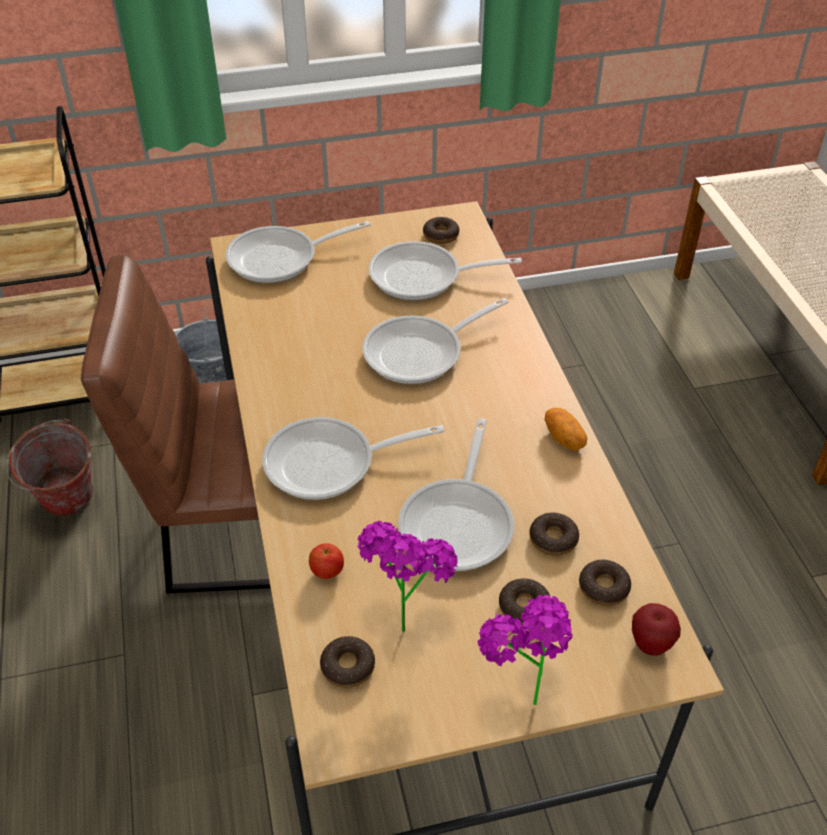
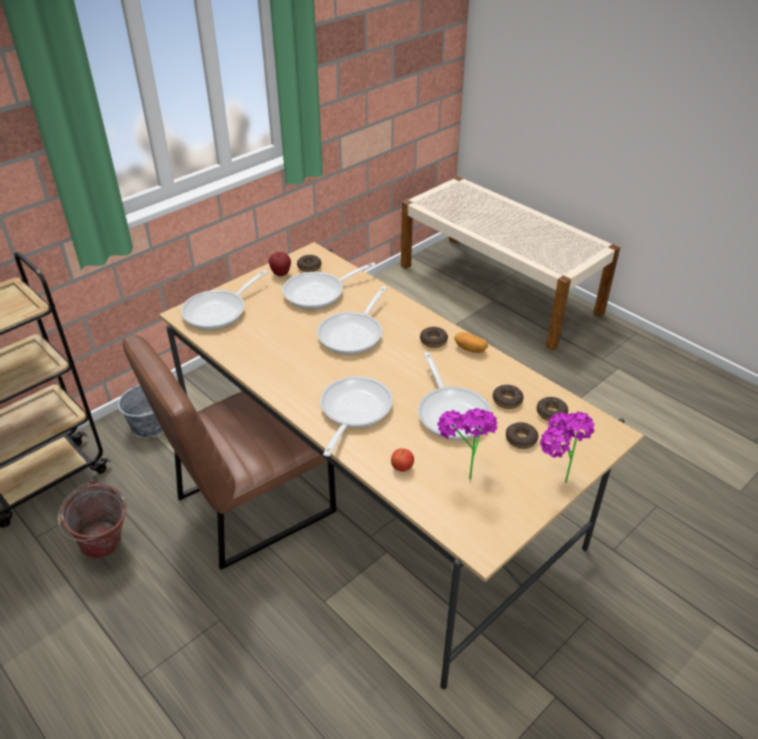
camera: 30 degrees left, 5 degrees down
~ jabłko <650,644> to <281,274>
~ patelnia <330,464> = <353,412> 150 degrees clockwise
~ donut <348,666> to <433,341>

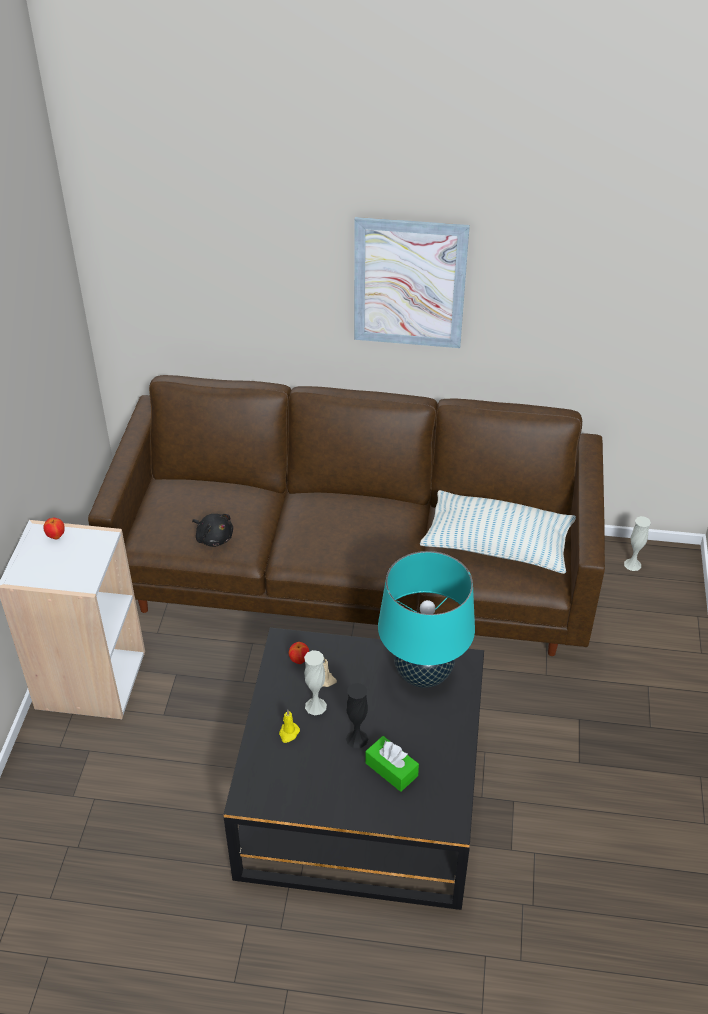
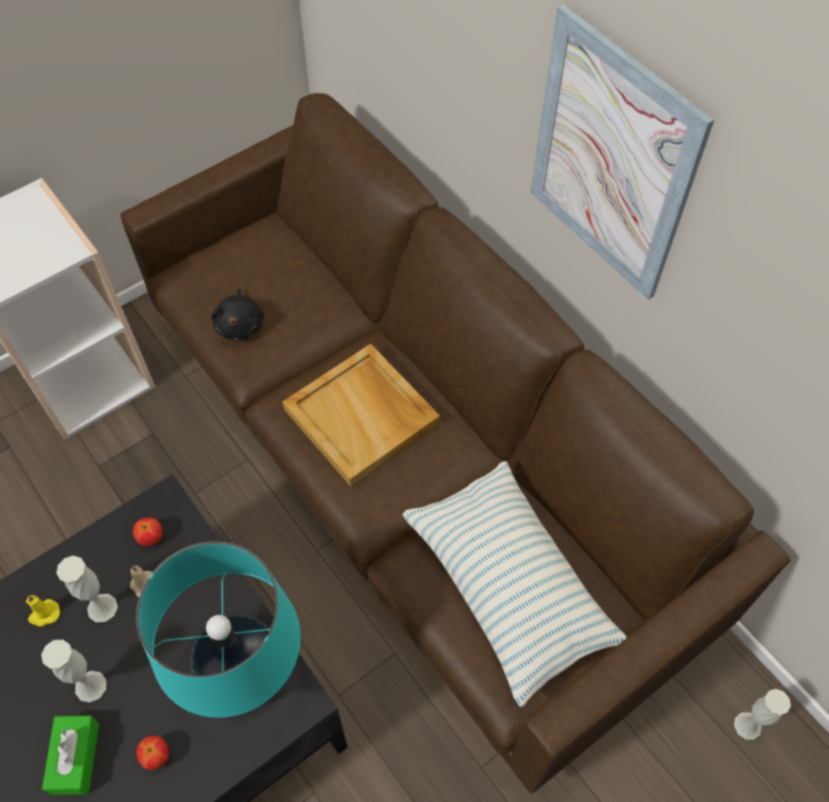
camera: 45 degrees right, 15 degrees up
~ wazon (czarny) <357,739> to wazon (biały) <90,686>
~ jabłko <56,536> to <157,756>
+ taca (beżowy) <363,416>

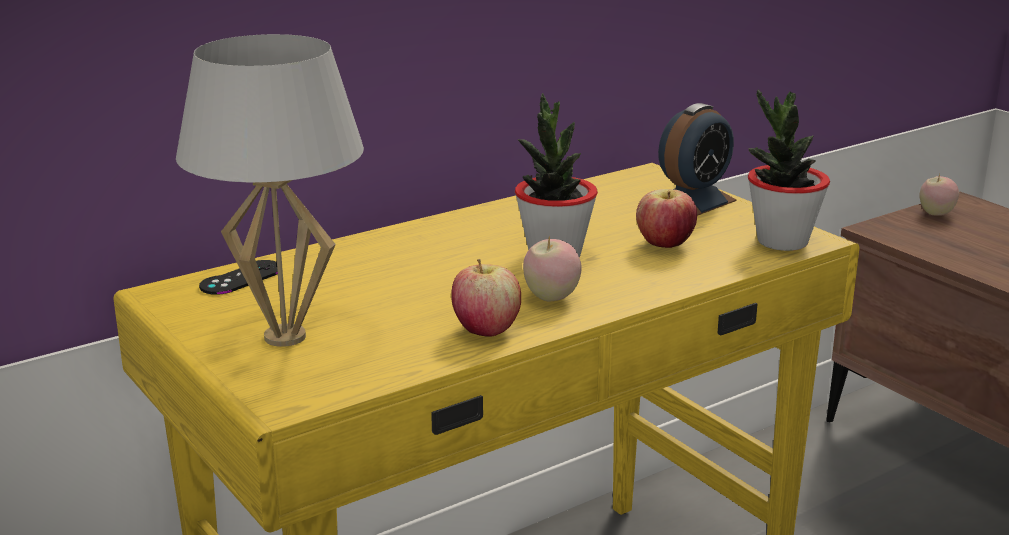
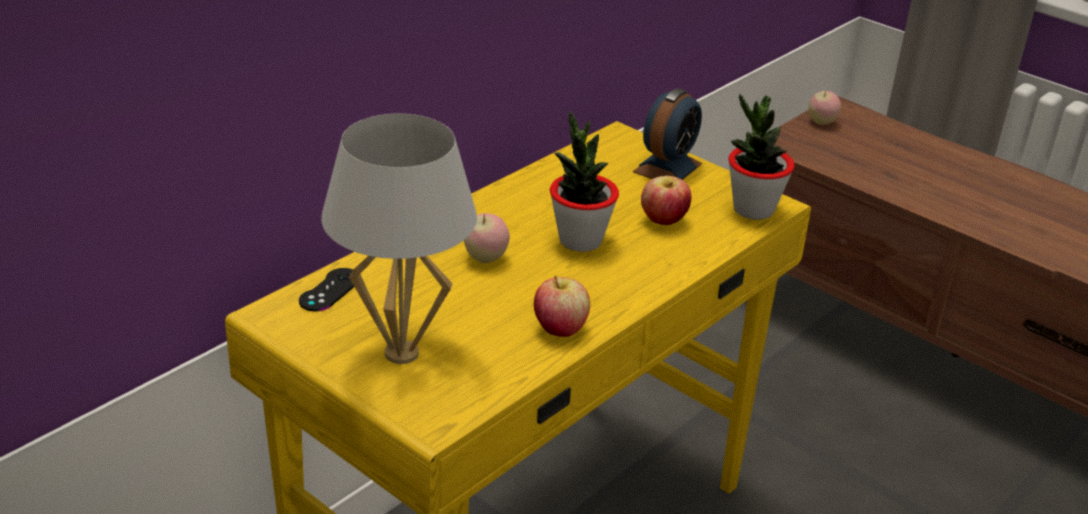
camera: 15 degrees left, 10 degrees up
~ jabłko <551,297> to <485,258>

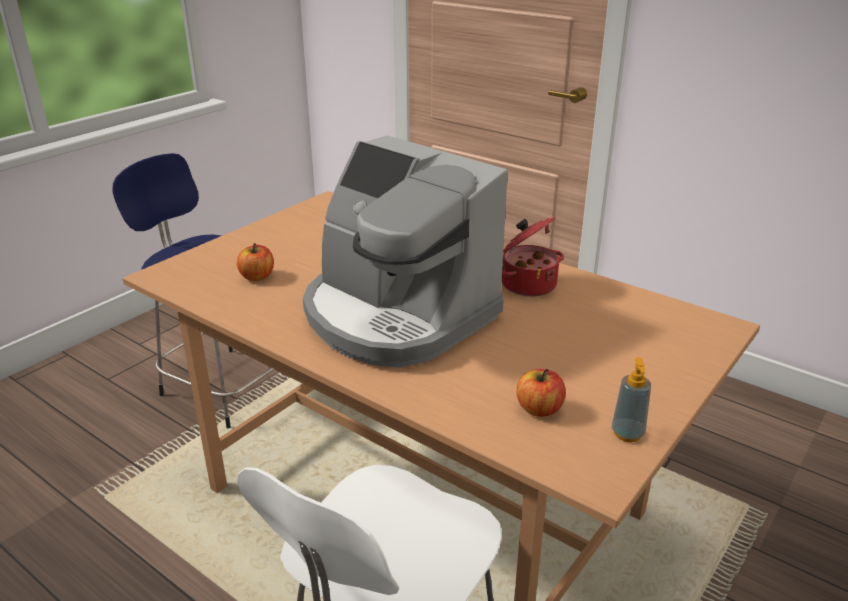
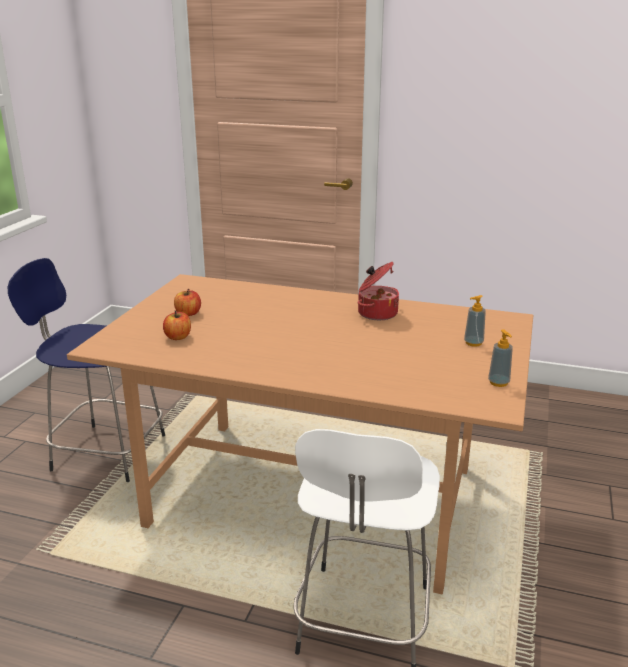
camera: 20 degrees left, 5 degrees down
~ jabłko <539,409> to <188,313>
+ dozownik mydła <473,343>
- ekspres do kawy <396,316>

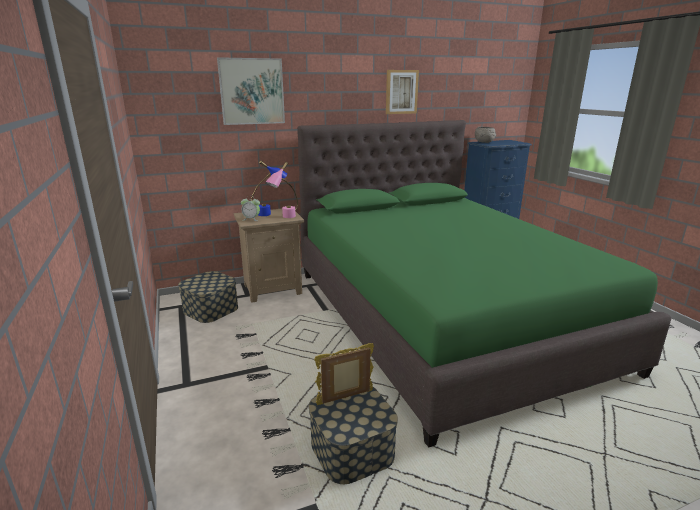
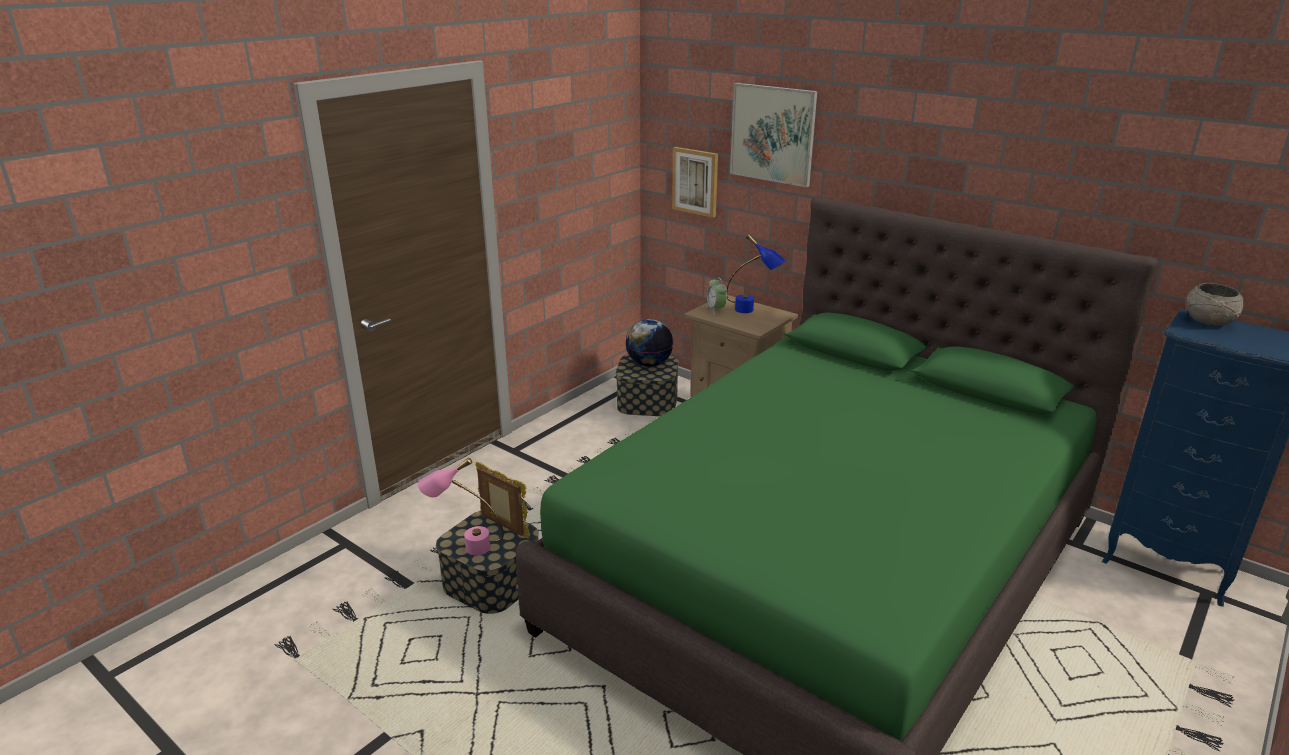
camera: 60 degrees right, 5 degrees up
~ lampa stołowa (różowy) <284,217> to <465,547>
+ globus <649,364>
~ obraz <401,92> to <695,181>

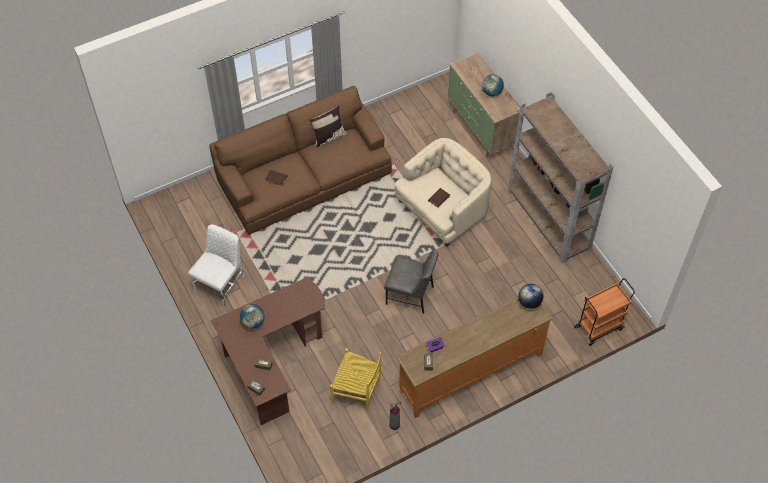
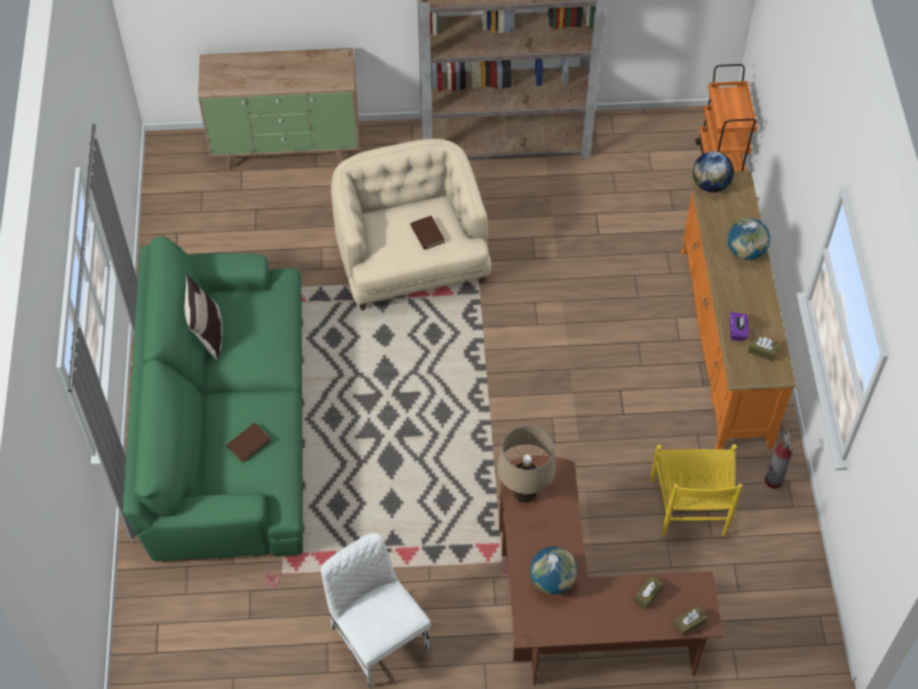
camera: 65 degrees left, 0 degrees up
~ kanapa (brązowy) <303,176> to kanapa (zielony) <226,425>
+ lampa stołowa (beżowy) <524,493>
~ krzesło (żółty) <357,391> = <690,508> 135 degrees clockwise
~ globus <491,92> to <745,251>
- krzesło (szary) <410,295>

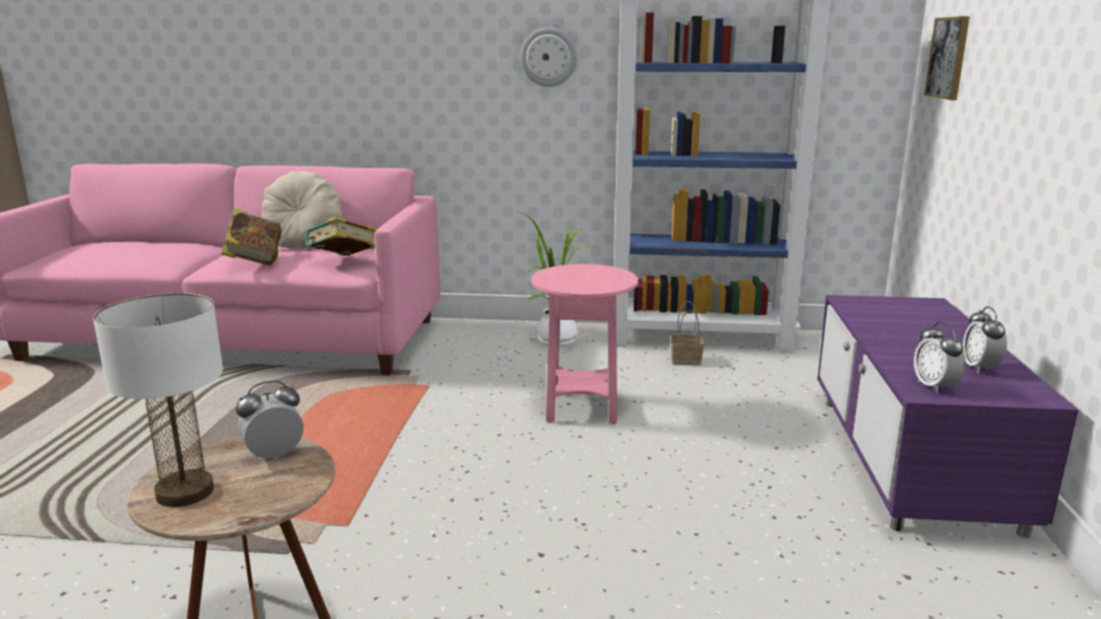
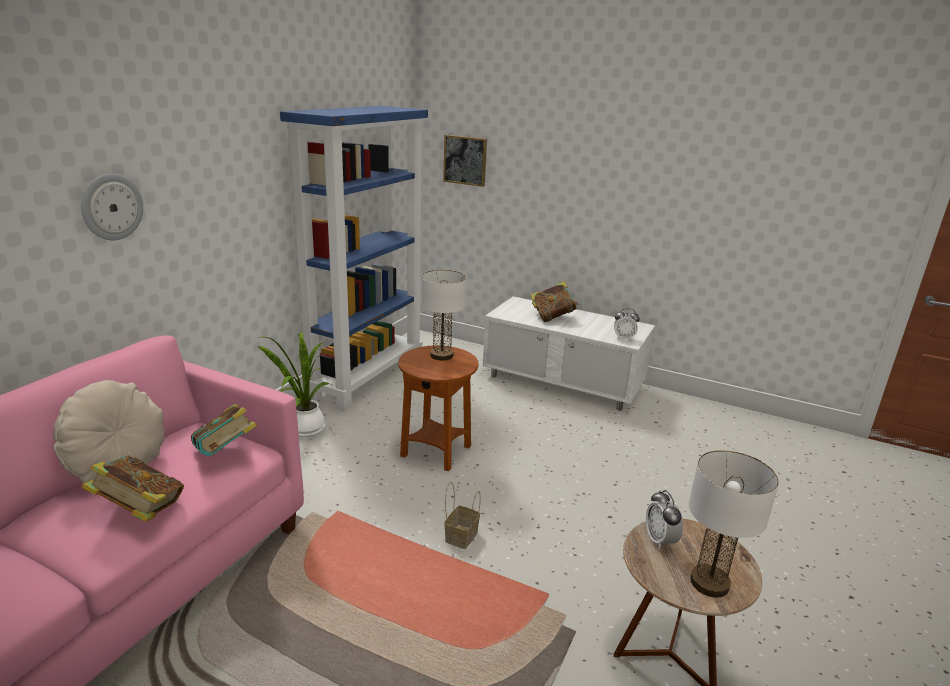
camera: 70 degrees left, 5 degrees up
~ zegar ścienny <548,57> to <111,207>
~ stolik (różowy) <582,407> to stolik (brązowy) <436,452>
+ lampa stołowa <441,355>
~ koszyk <687,360> to <461,535>
~ szafka pod telewizor (fioletowy) <909,461> to szafka pod telewizor (biały) <563,382>
+ książka <552,317>
- budzik <979,368>

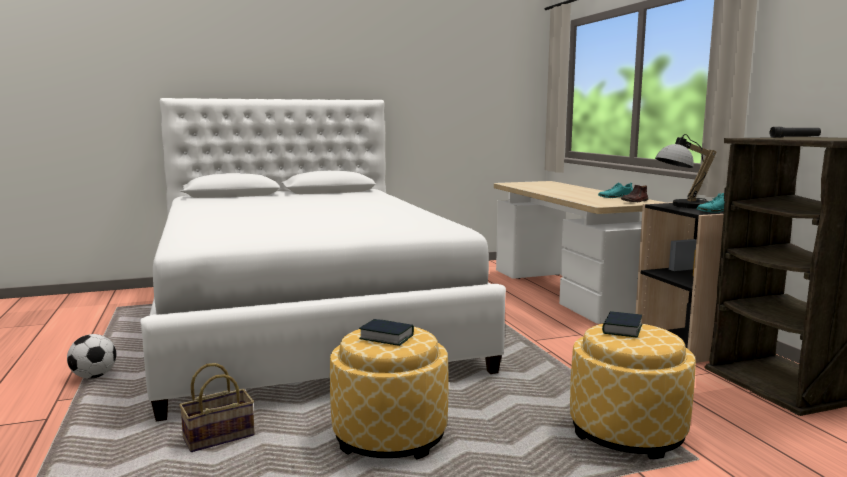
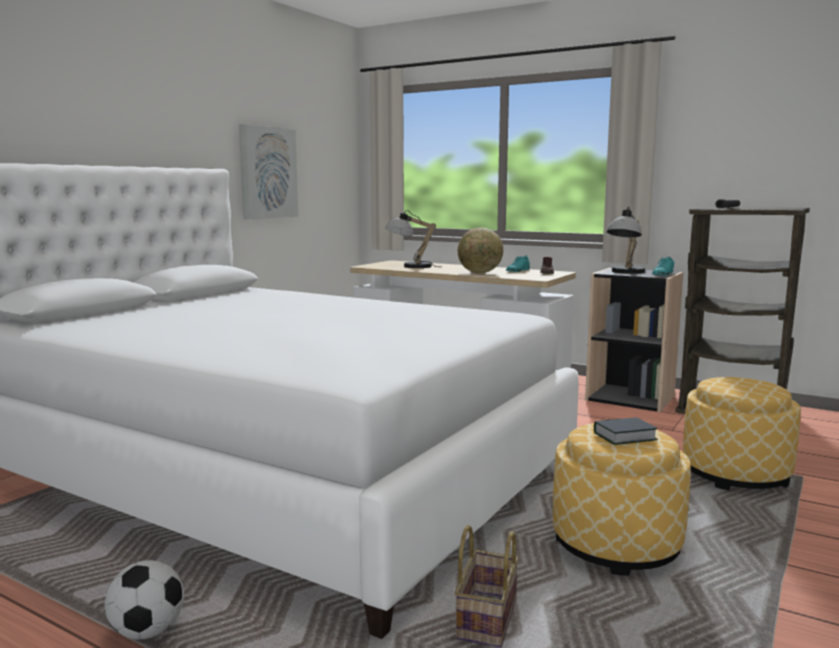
camera: 40 degrees left, 0 degrees up
+ obraz <268,172>
+ lampa stołowa <410,266>
+ globus <480,273>
- książka <622,329>

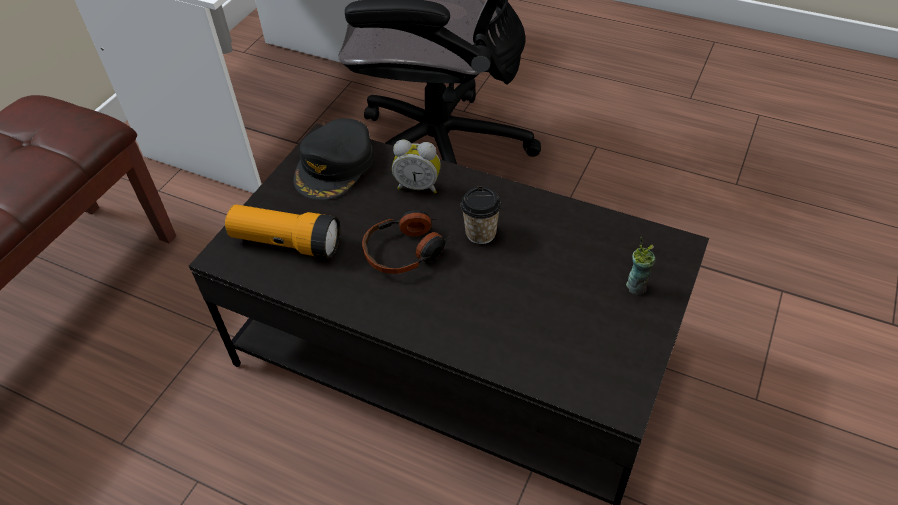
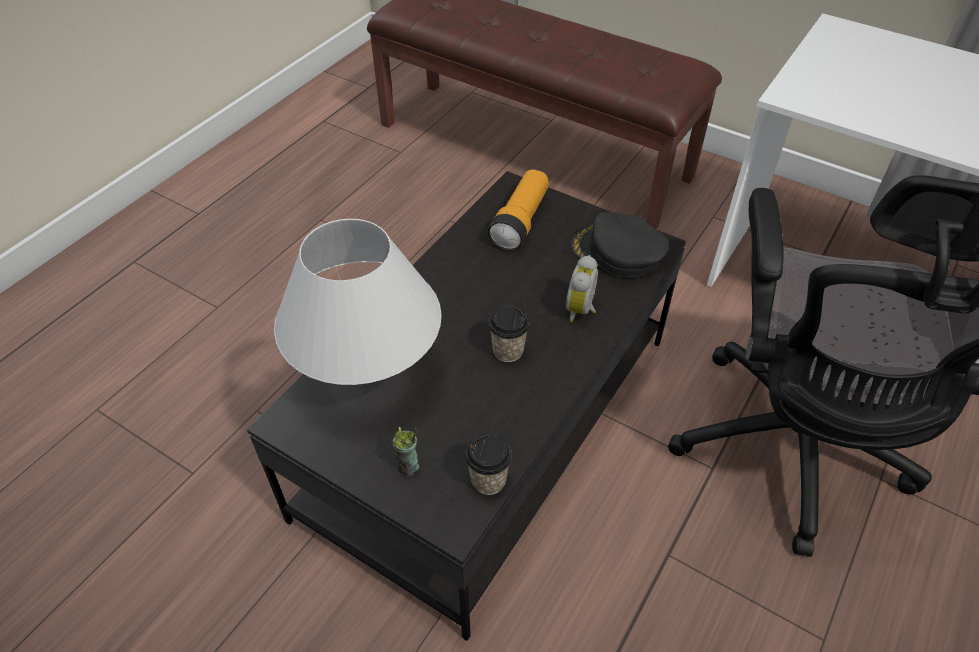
camera: 95 degrees right, 0 degrees up
+ lampa stołowa (biały) <368,374>
+ filiżanka <488,480>
- słuchawki <406,251>

